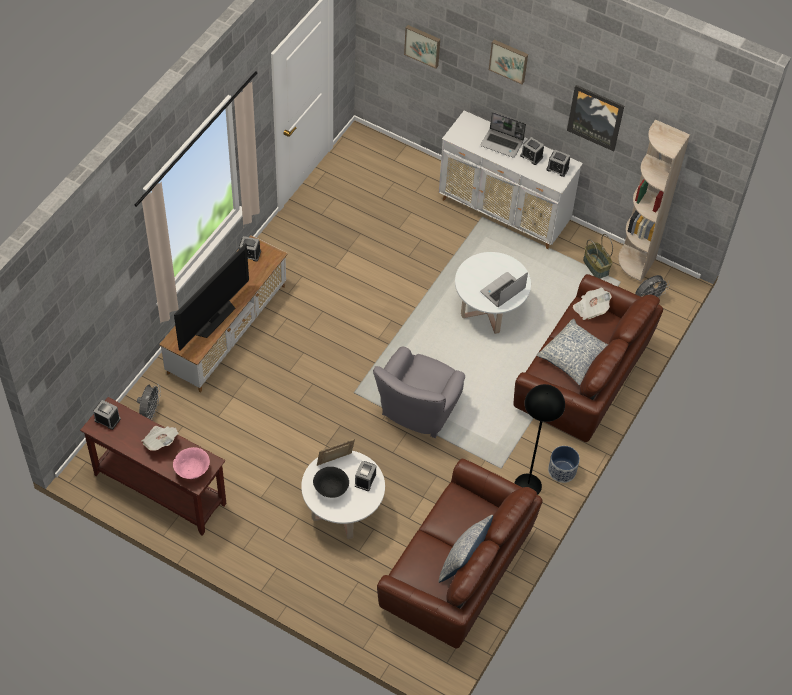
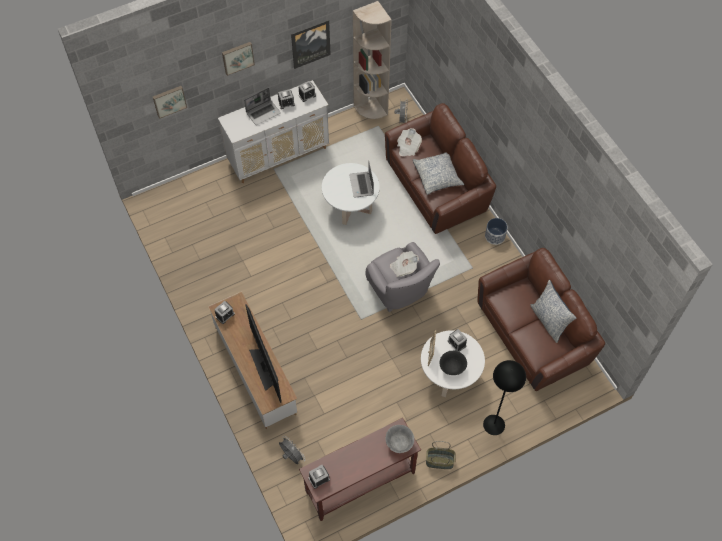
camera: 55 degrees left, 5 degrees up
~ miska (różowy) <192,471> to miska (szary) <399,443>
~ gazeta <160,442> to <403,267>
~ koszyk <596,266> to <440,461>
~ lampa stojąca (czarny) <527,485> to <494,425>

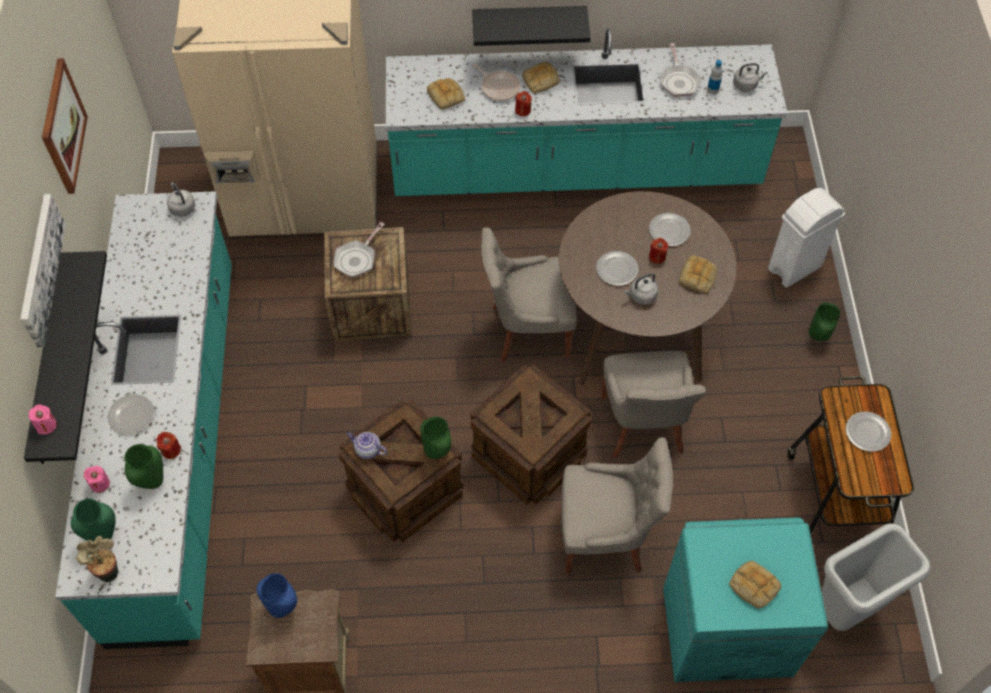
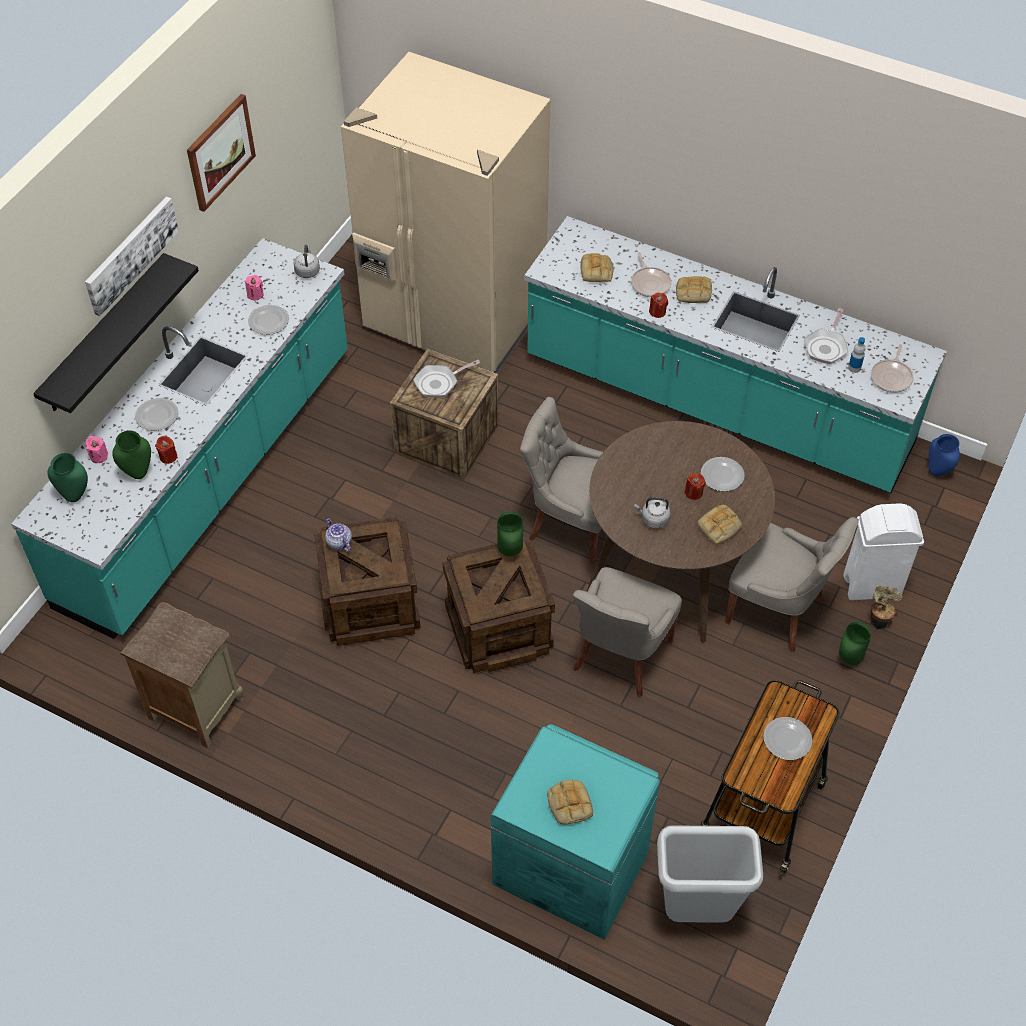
camera: 30 degrees right, 5 degrees down
~ świeca (różowy) <46,425> to <255,294>
~ talerz <617,269> to <269,321>
~ wazon (zielony) <438,452> to <511,551>
~ krzesło (szary) <605,537> to <778,611>
~ czajnik (szary) <746,85> to patelnia <891,377>
~ roślina doniczkowa <107,571> to <878,621>
~ wazon (niebieski) <282,608> to <937,472>
- półka (czarny) <529,21>

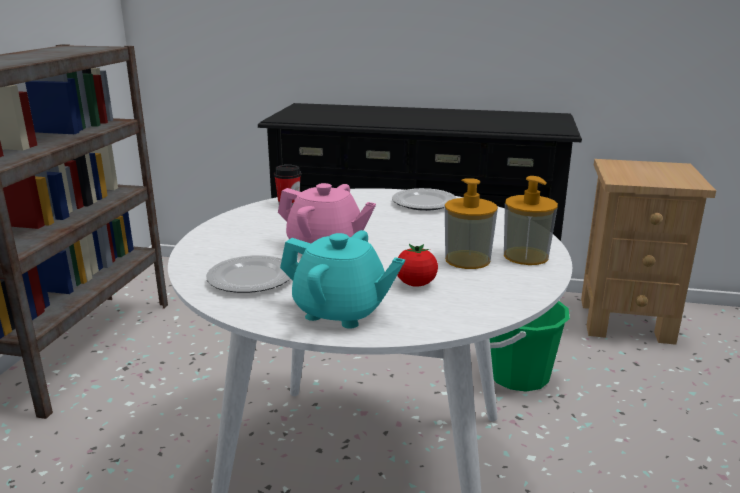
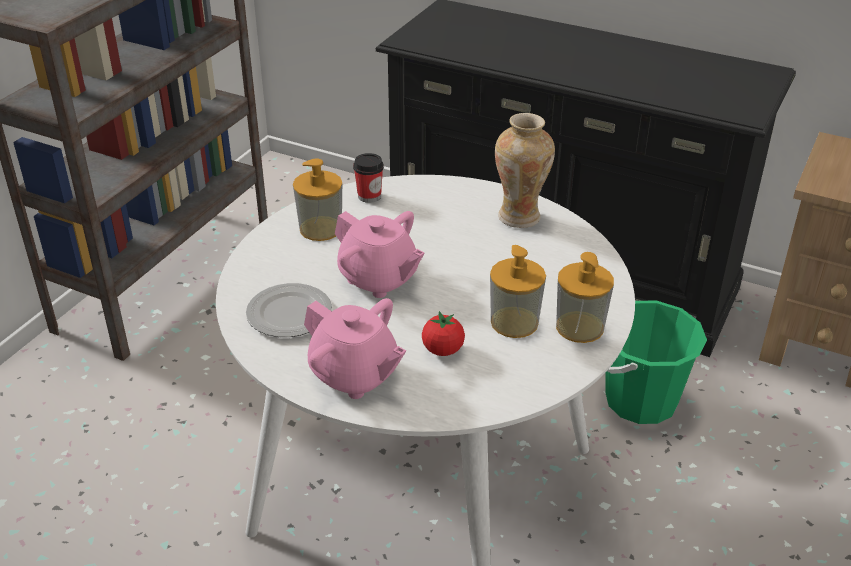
camera: 15 degrees right, 15 degrees up
+ dozownik mydła <320,228>
~ imbryk (turkusowy) <341,311> to imbryk (różowy) <354,375>
~ talerz <424,203> to wazon <520,216>

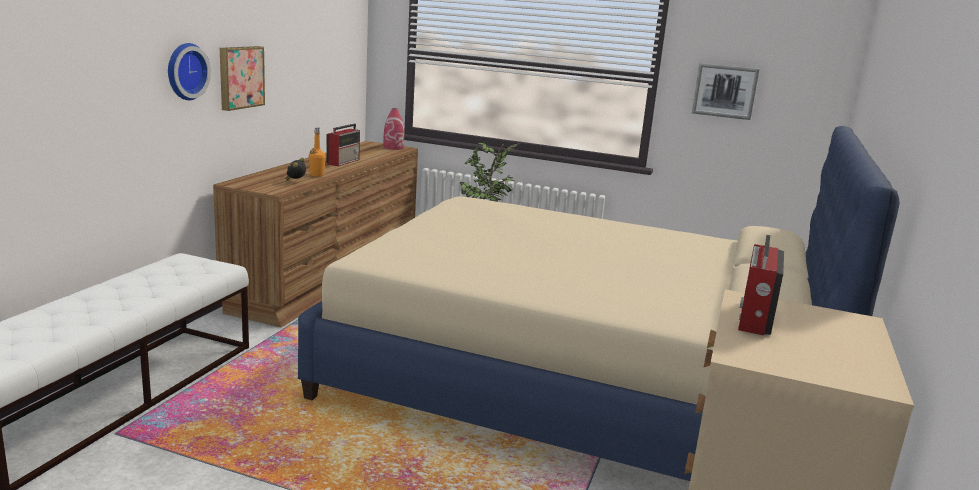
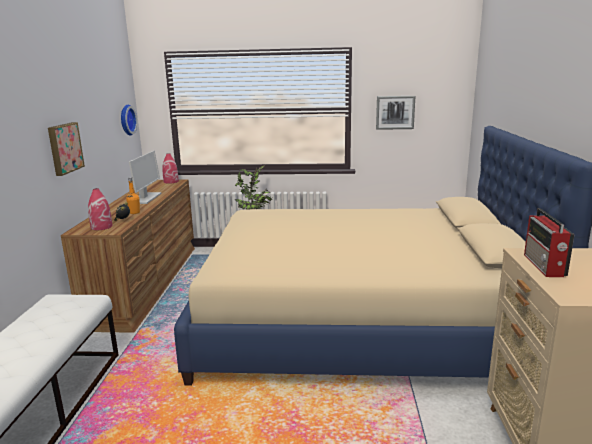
camera: 15 degrees left, 0 degrees up
+ wazon (czerwony) <101,227>
~ zegar ścienny <184,71> to <126,120>
~ radio <344,162> to monitor <145,198>

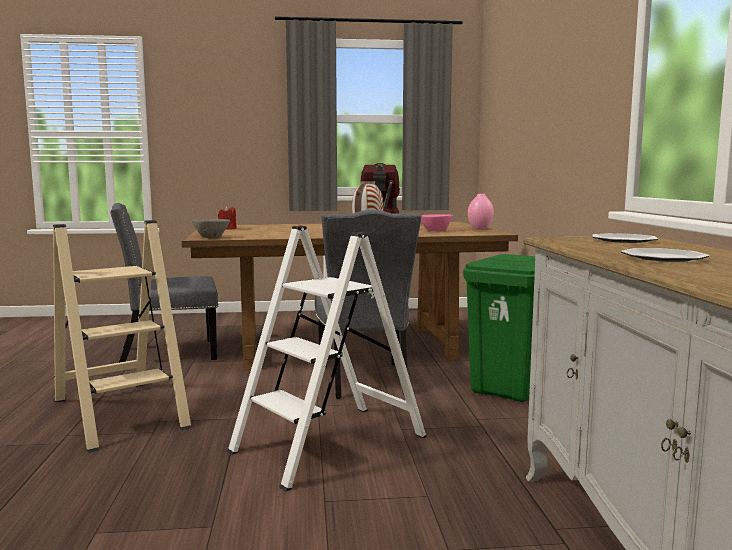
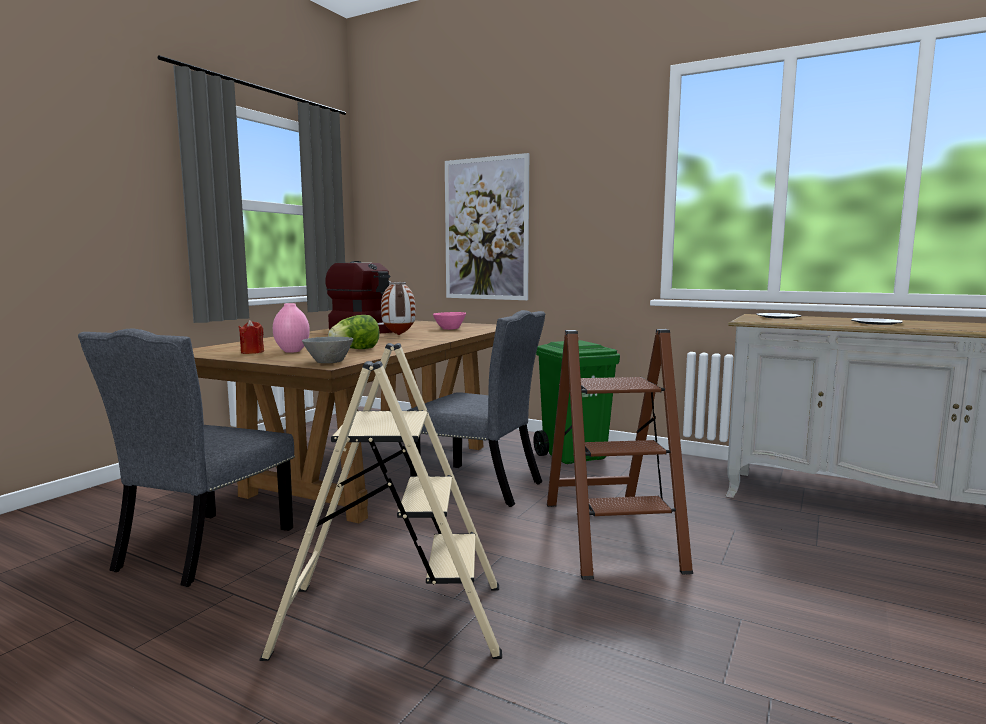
camera: 55 degrees left, 0 degrees up
~ wazon (różowy) <479,229> to <292,351>
+ sałata <355,349>
+ obraz <486,229>
~ drabinka (biały) <331,443> to drabinka (brązowy) <610,533>

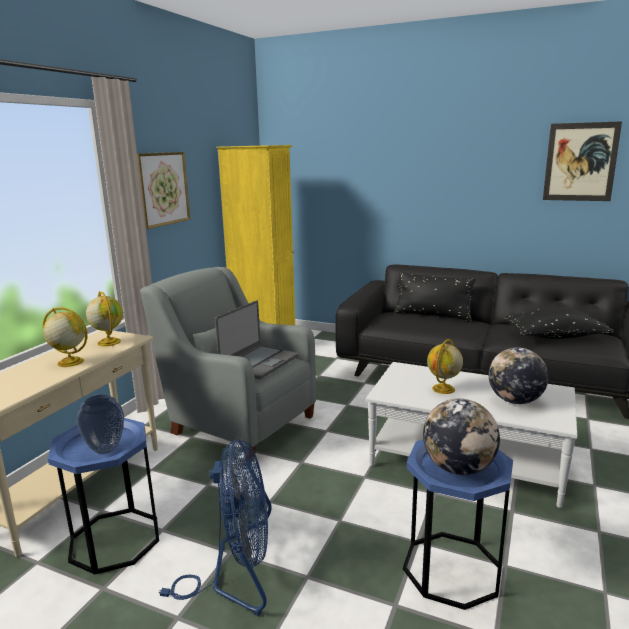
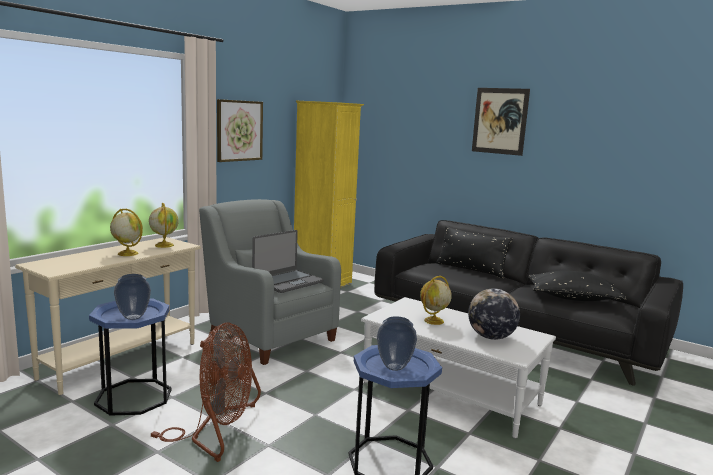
camera: 10 degrees right, 5 degrees down
~ wentylator (niebieski) <236,569> to wentylator (brązowy) <216,430>
~ globus <458,468> to wazon <395,367>
~ obraz <580,162> to <500,121>

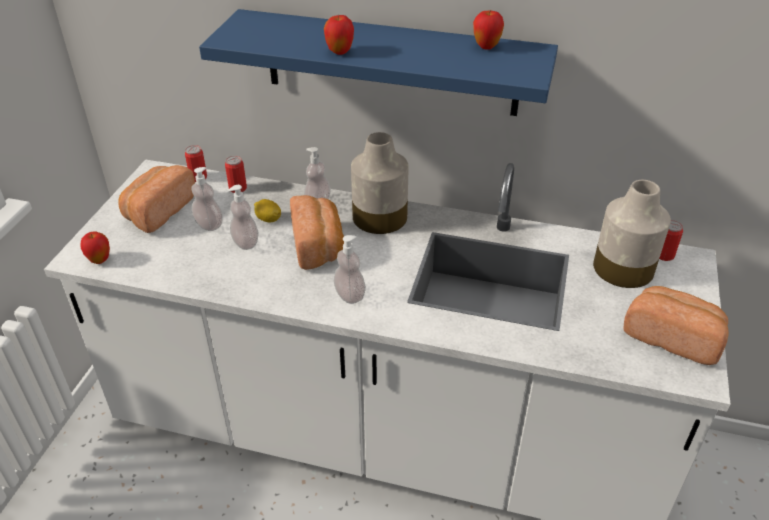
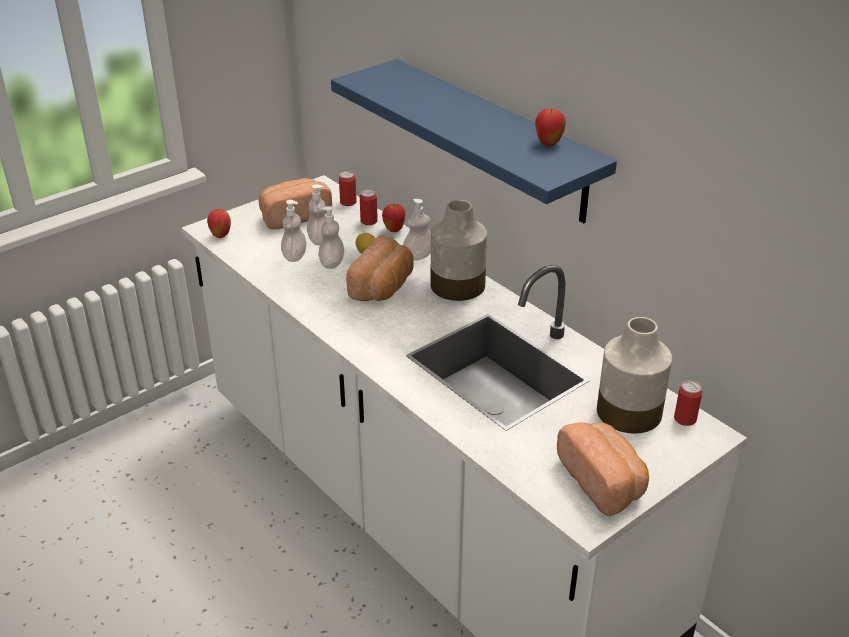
camera: 35 degrees right, 5 degrees down
~ dozownik mydła <350,295> to <294,256>
~ jabłko <339,52> to <394,230>

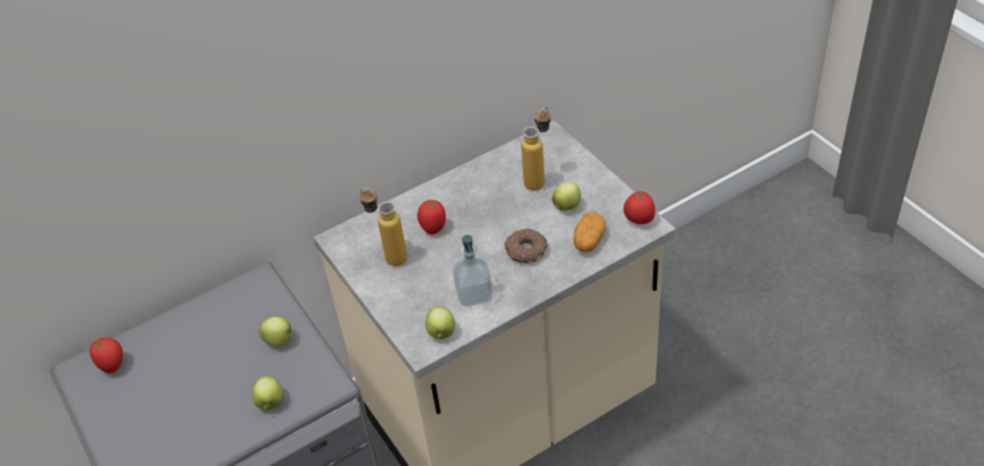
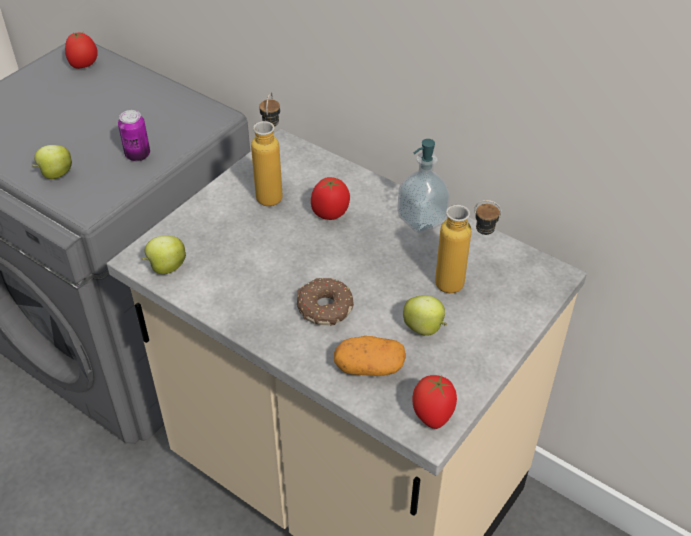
camera: 65 degrees right, 0 degrees up
~ jabłko <280,340> to puszka <138,155>
~ dozownik mydła <474,294> to <422,219>

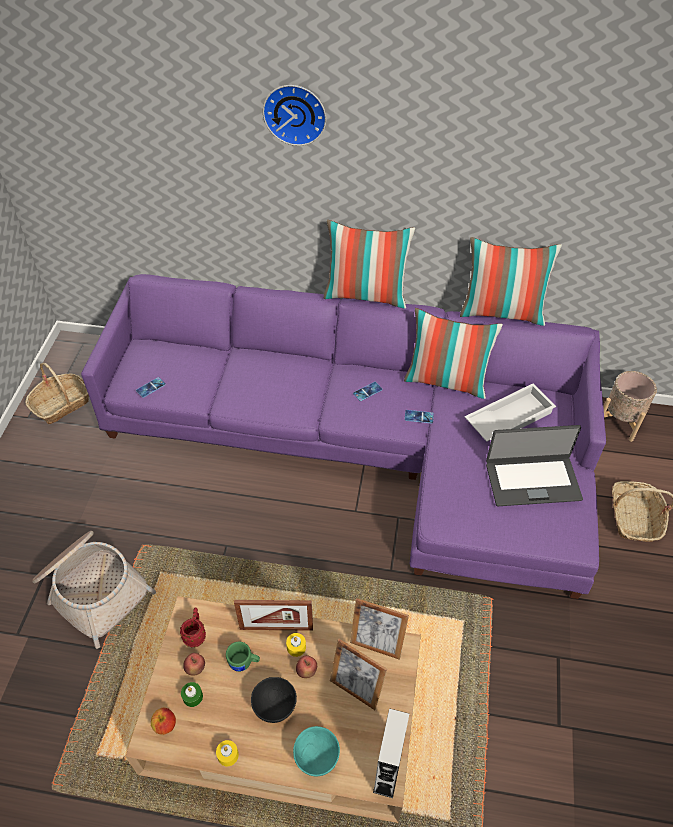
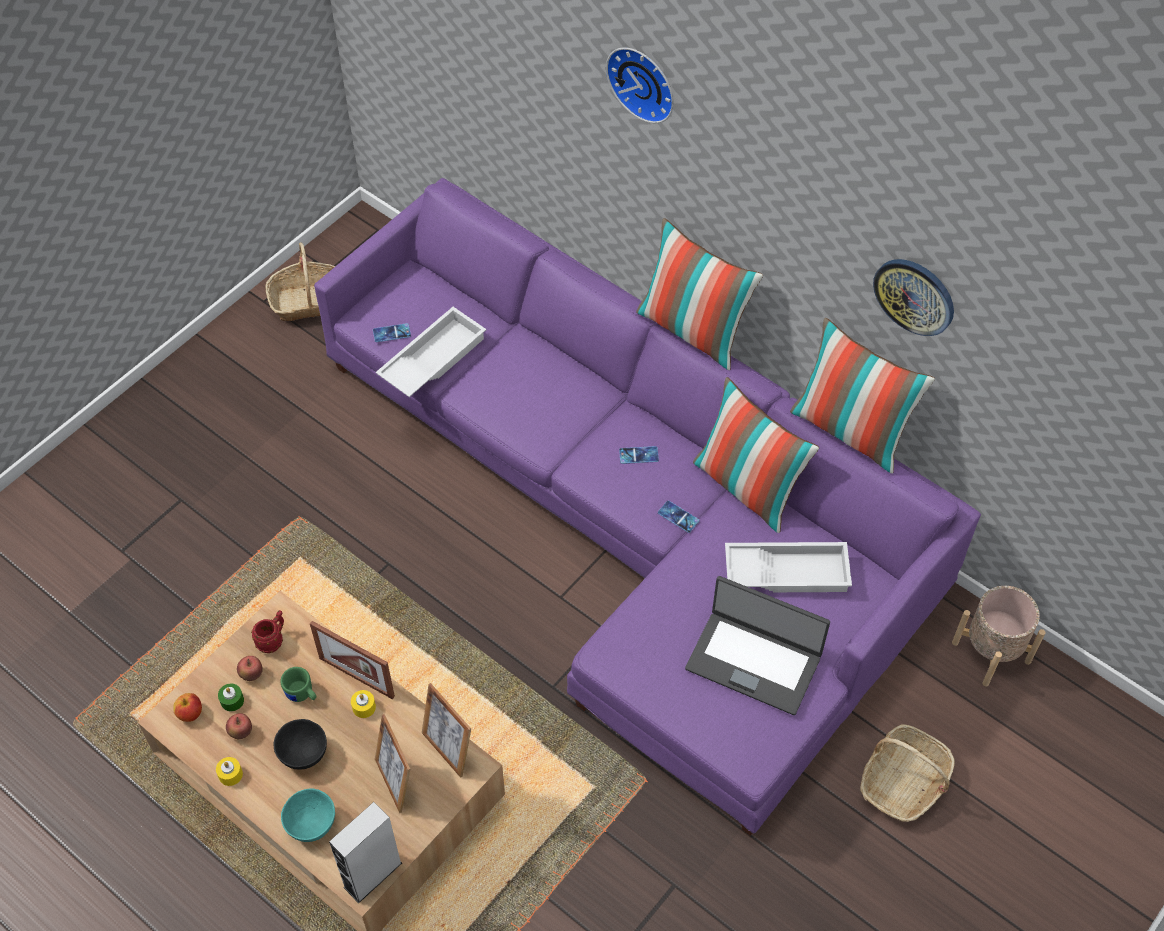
camera: 30 degrees right, 5 degrees up
~ jabłko <306,671> to <241,732>
+ taca (biały) <432,358>
+ zegar ścienny <914,296>
- koszyk <93,589>

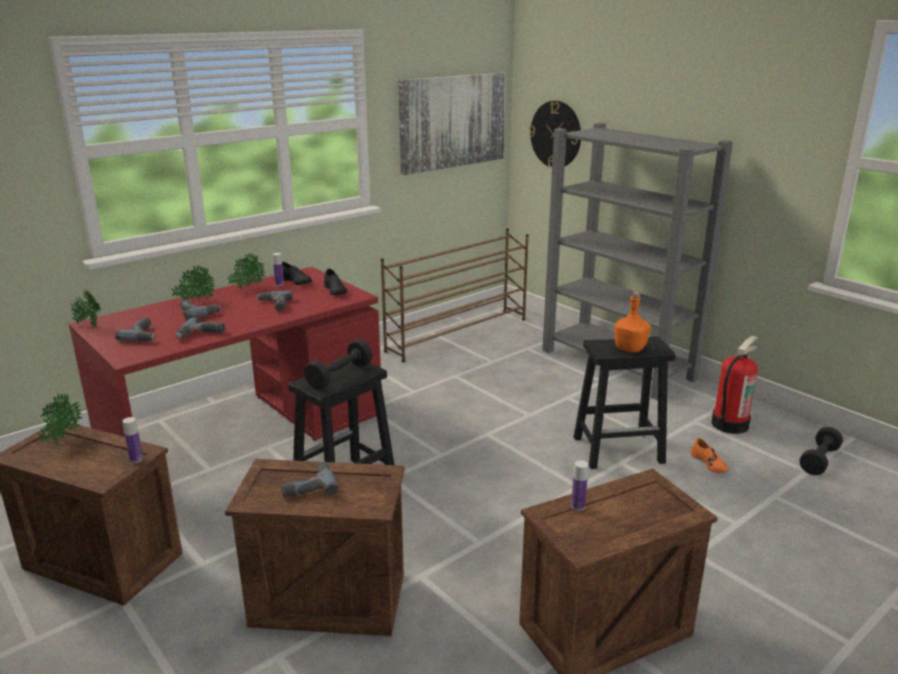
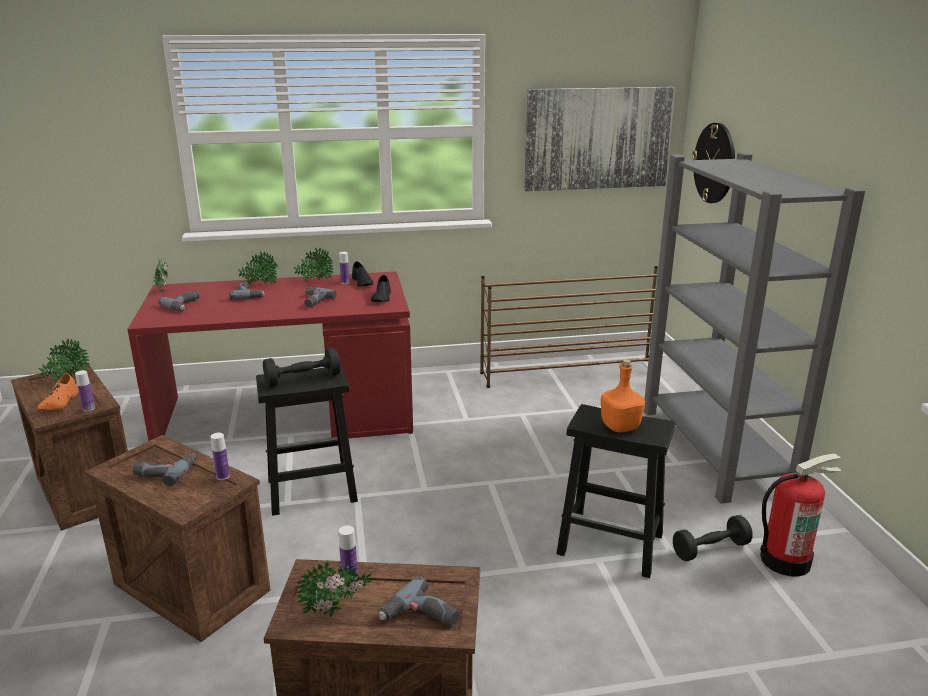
camera: 30 degrees right, 0 degrees up
~ but (pomarańczowy) <709,463> to <60,402>
+ butelka <223,476>
+ roślina doniczkowa <337,611>
~ wiertarka <201,334> to <420,617>
~ hantel (czarny) <819,461> to <710,549>

